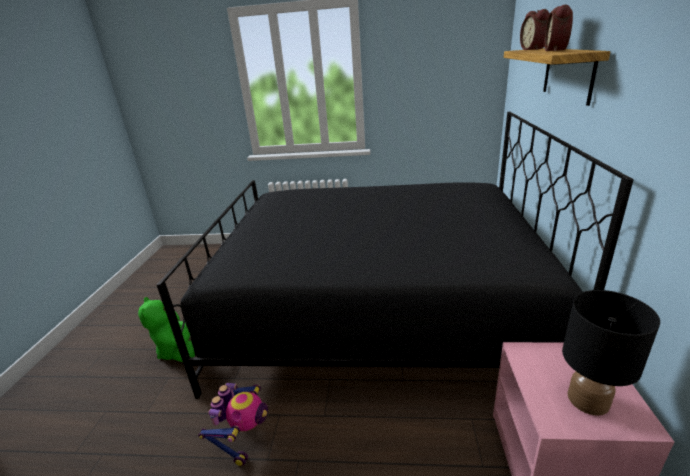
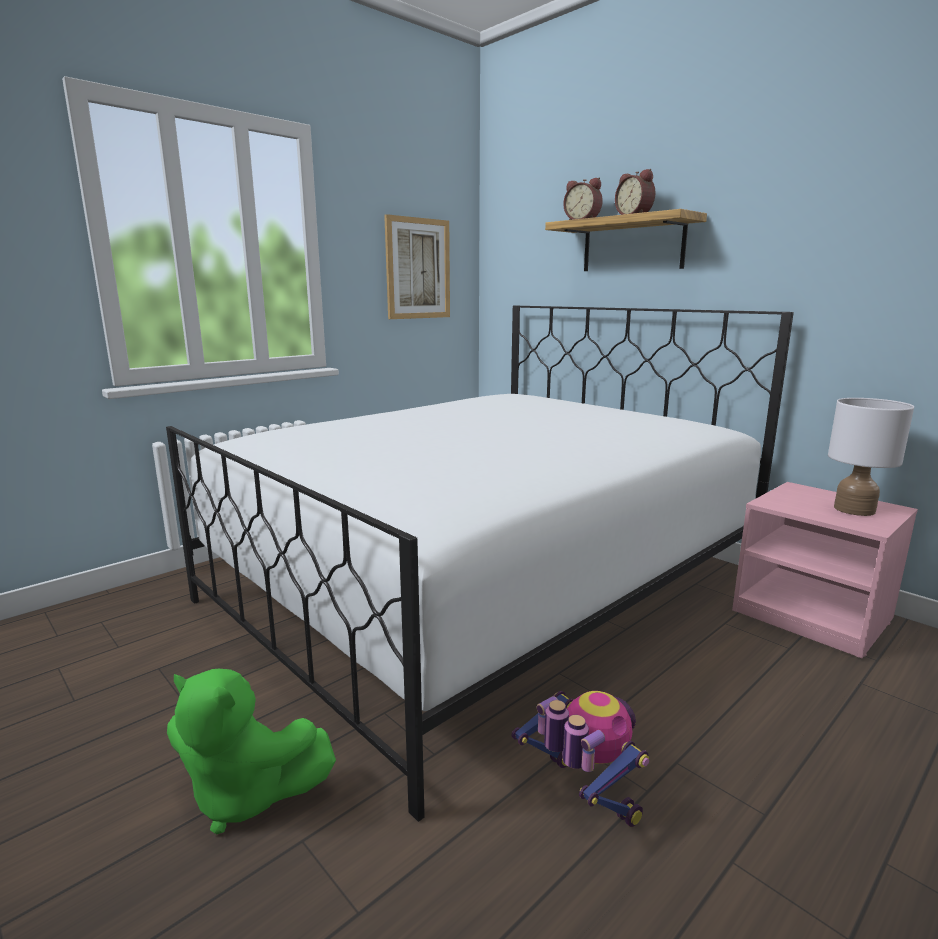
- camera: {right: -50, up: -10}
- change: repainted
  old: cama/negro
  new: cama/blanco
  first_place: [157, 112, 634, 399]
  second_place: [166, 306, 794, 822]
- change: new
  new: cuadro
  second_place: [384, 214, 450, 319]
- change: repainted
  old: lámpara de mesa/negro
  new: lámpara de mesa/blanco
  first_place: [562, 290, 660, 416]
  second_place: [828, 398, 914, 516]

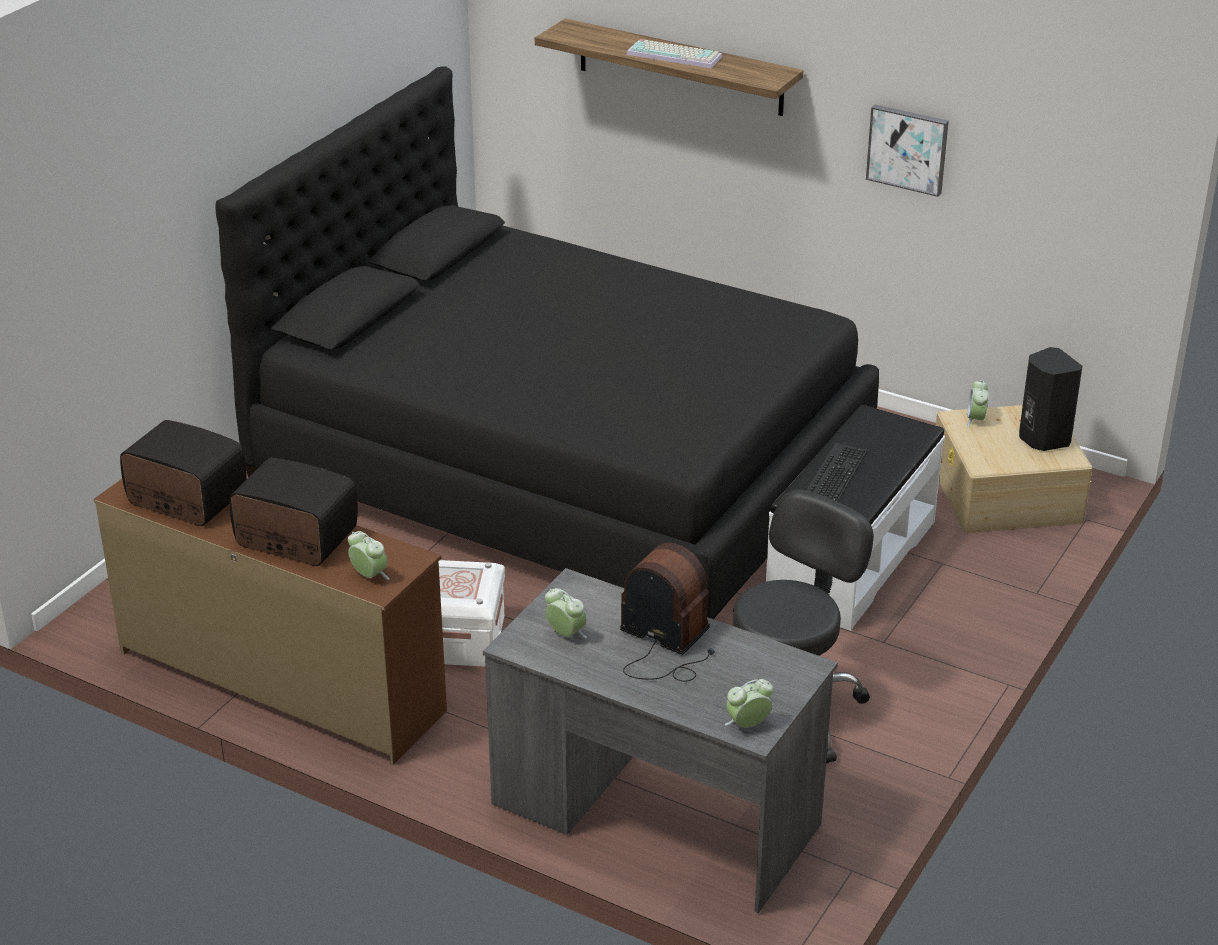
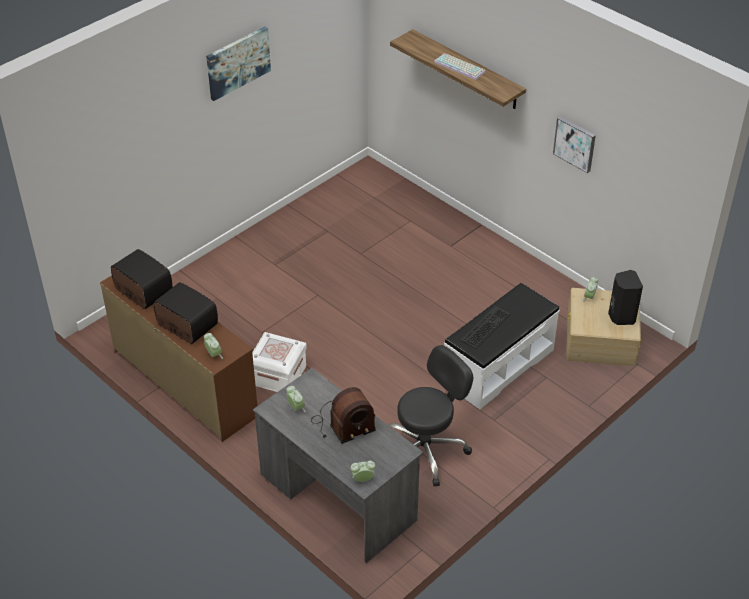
- camera: {right: 15, up: 10}
- change: new
  new: cuadro
  second_place: [206, 26, 271, 101]
- change: rotated
  old: radio
  first_place: [620, 543, 715, 682]
  second_place: [311, 387, 376, 444]
  degrees: 105
- change: gone
  old: cama/negro
  first_place: [215, 66, 879, 619]

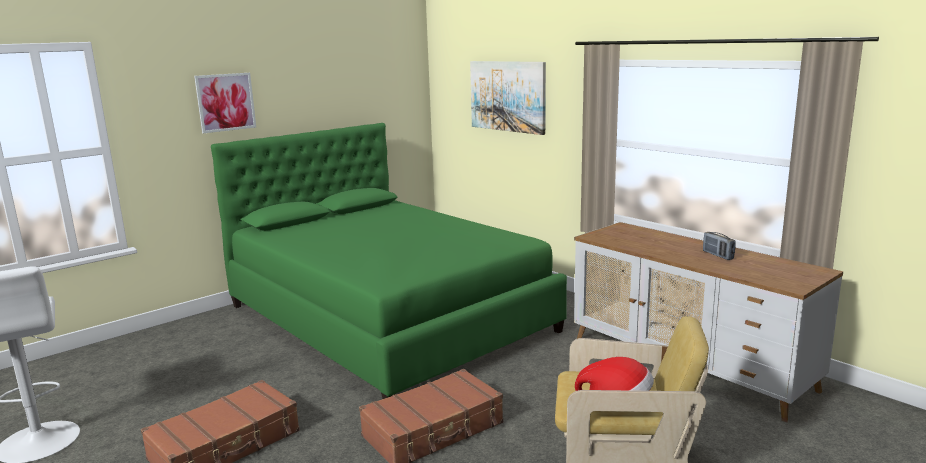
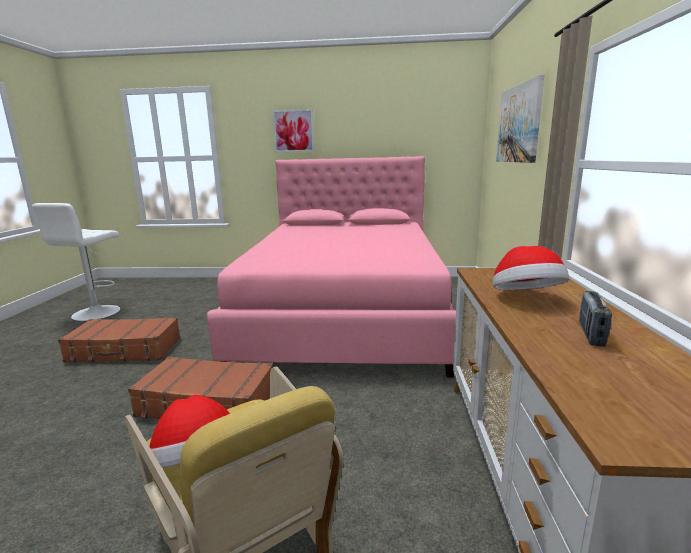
- camera: {right: 45, up: 0}
- change: repainted
  old: cama/verde
  new: cama/rosa
  first_place: [211, 123, 567, 399]
  second_place: [207, 156, 456, 377]
- change: new
  new: sombrero
  second_place: [493, 246, 569, 290]

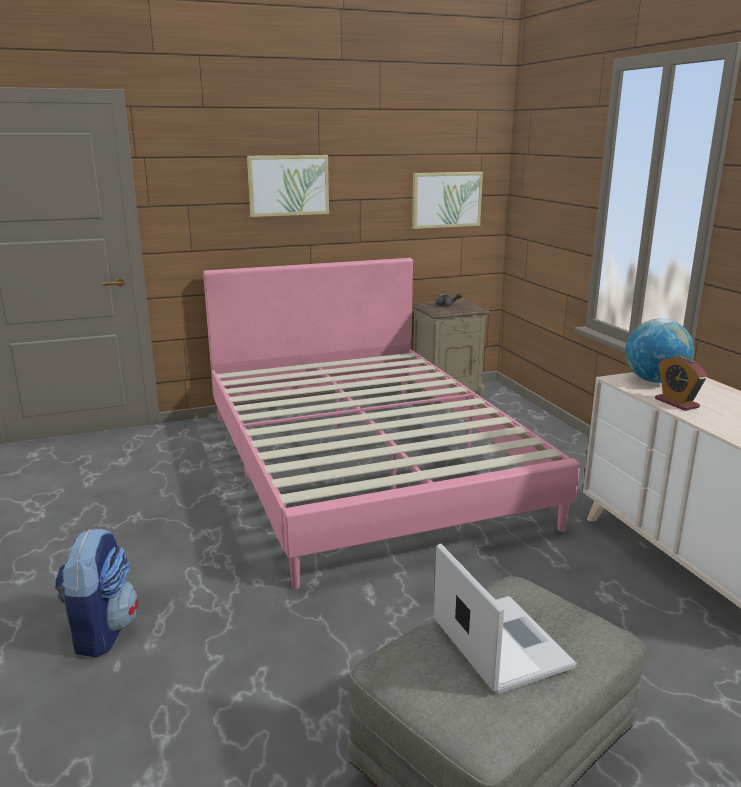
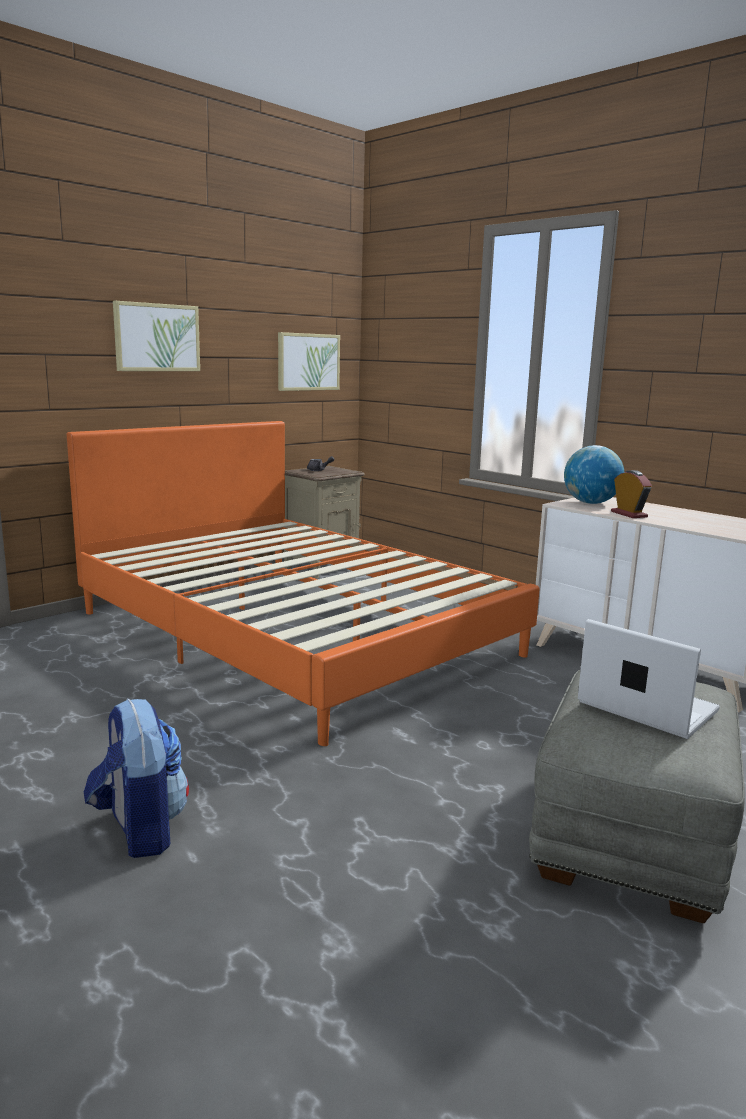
- camera: {right: -25, up: -5}
- change: repainted
  old: cama/rosa
  new: cama/naranja
  first_place: [203, 258, 580, 589]
  second_place: [67, 421, 539, 746]
- change: rotated
  old: despertador
  first_place: [655, 355, 707, 411]
  second_place: [611, 470, 652, 518]
  degrees: -150

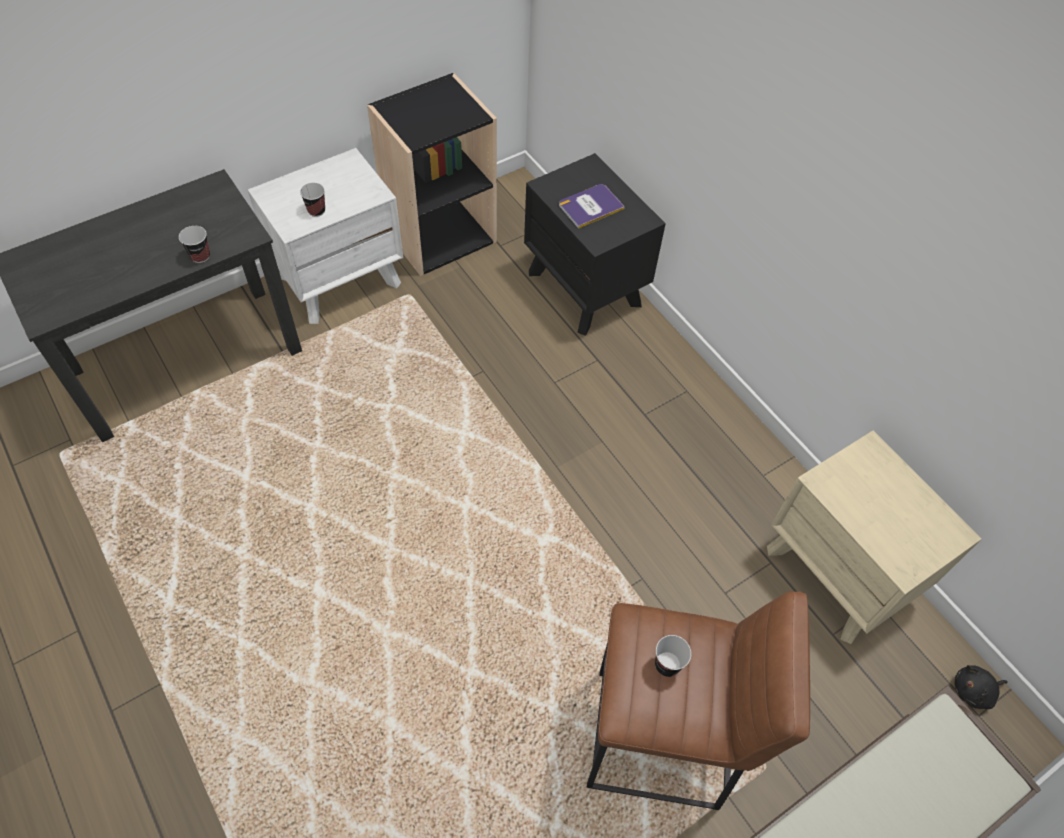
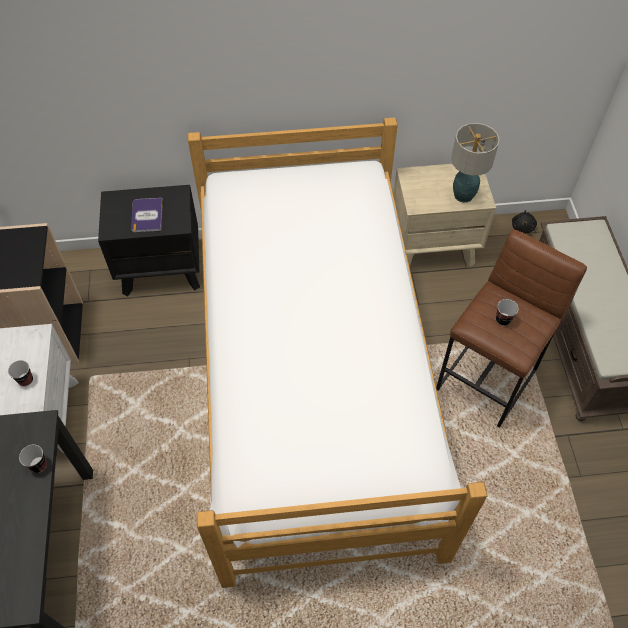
- camera: {right: -60, up: 0}
- change: new
  new: cama
  second_place: [188, 117, 487, 588]
- change: new
  new: lámpara de mesa
  second_place: [451, 123, 500, 203]

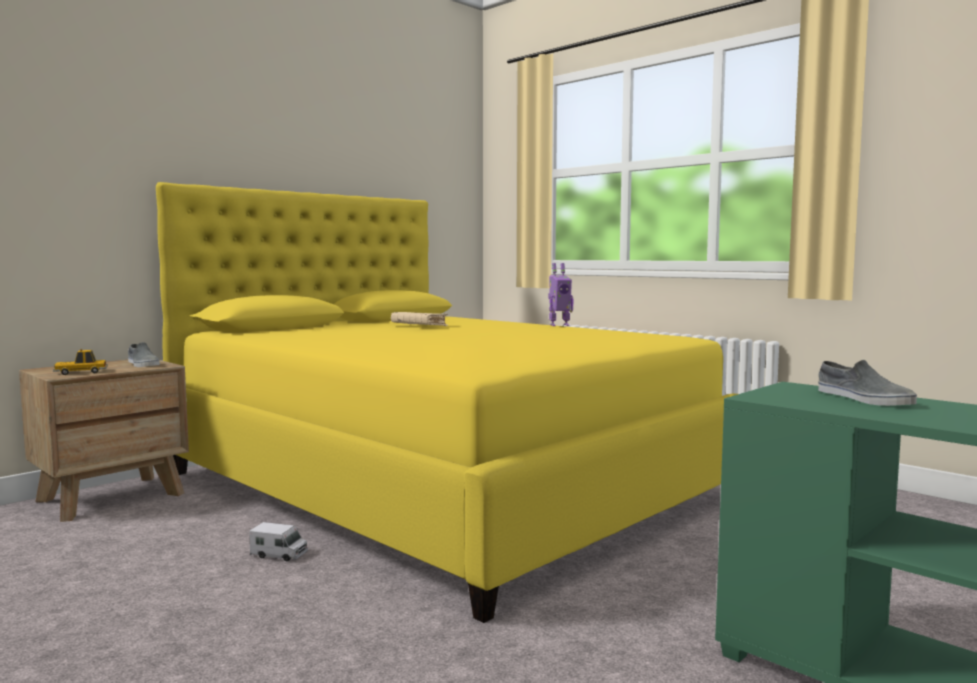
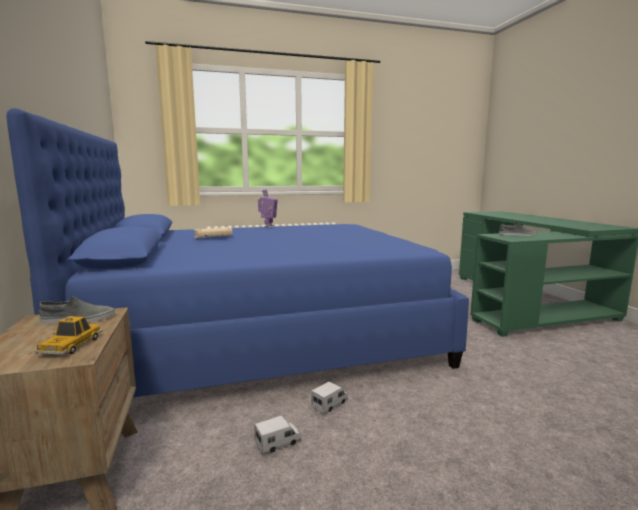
- camera: {right: -60, up: 5}
- change: repainted
  old: cama/amarillo
  new: cama/azul
  first_place: [156, 182, 738, 623]
  second_place: [7, 108, 469, 397]
- change: new
  new: camión de juguete
  second_place: [255, 415, 301, 455]

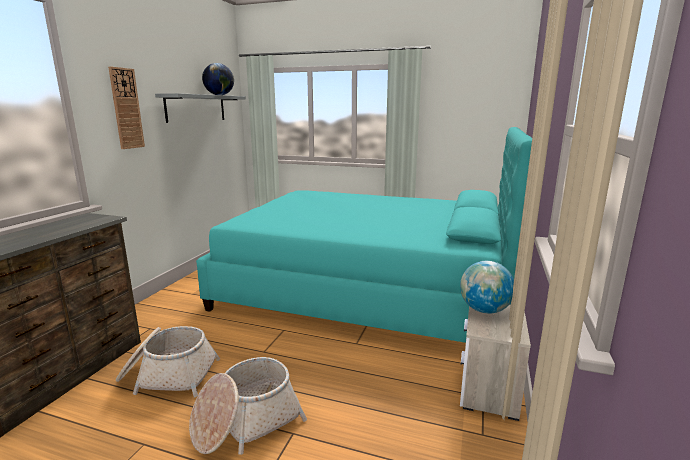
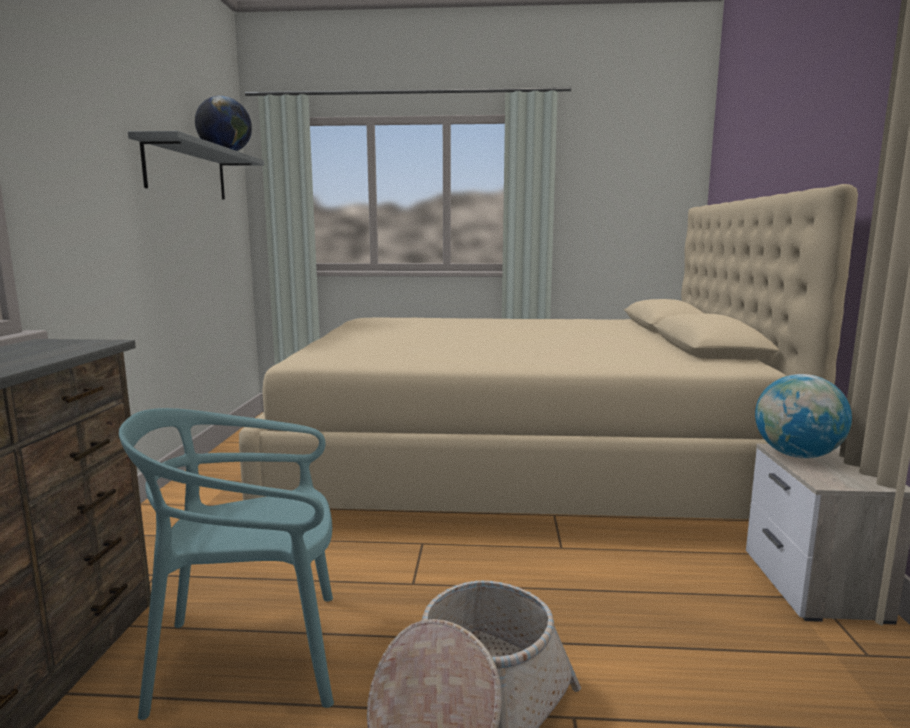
- camera: {right: -15, up: -5}
- change: swapped
  old: cesta
  new: silla/turquesa
  first_place: [116, 326, 220, 397]
  second_place: [119, 408, 334, 720]
- change: repainted
  old: cama/turquesa
  new: cama/beis
  first_place: [196, 127, 532, 343]
  second_place: [239, 184, 858, 519]
- change: gone
  old: reloj de pared
  first_place: [108, 66, 145, 149]

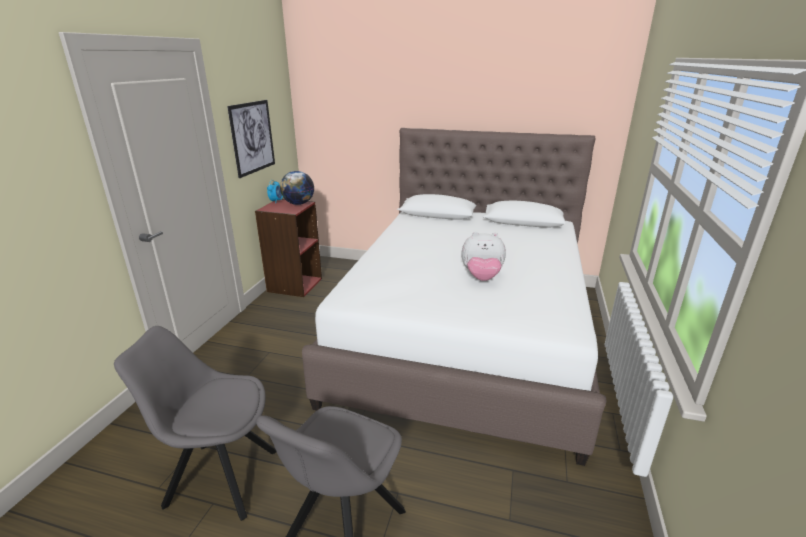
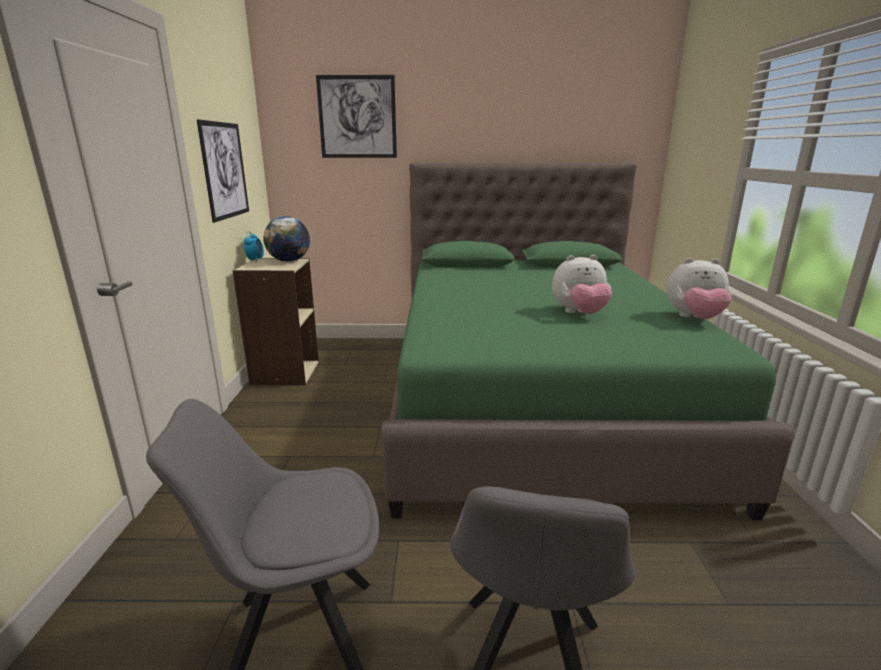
- camera: {right: -15, up: -5}
- change: repainted
  old: estantería/rojo
  new: estantería/beis
  first_place: [255, 199, 322, 297]
  second_place: [233, 258, 319, 385]
- change: new
  new: cuadro
  second_place: [316, 75, 397, 158]
- change: repainted
  old: cama/blanco
  new: cama/verde
  first_place: [302, 128, 606, 466]
  second_place: [382, 162, 795, 520]
- change: new
  new: peluche
  second_place: [667, 258, 732, 319]

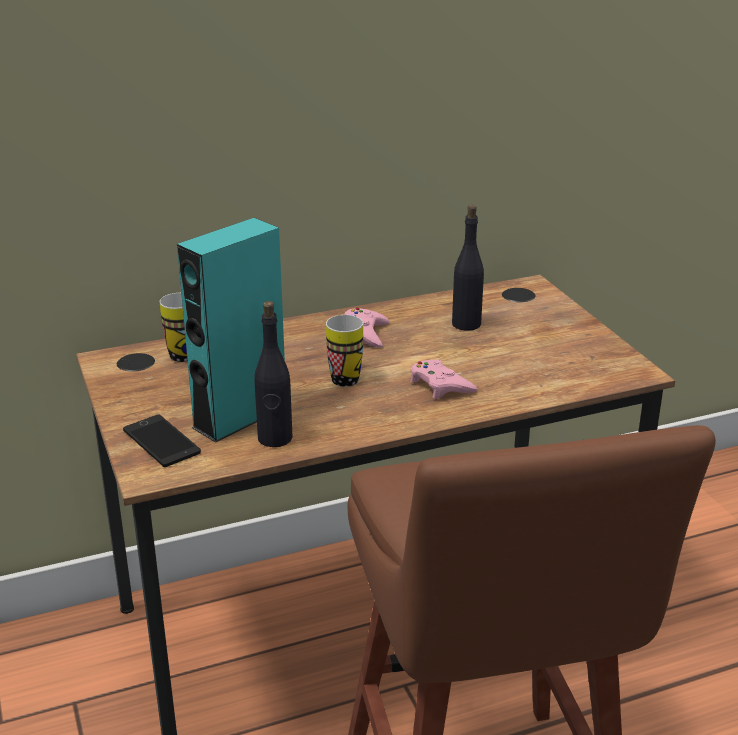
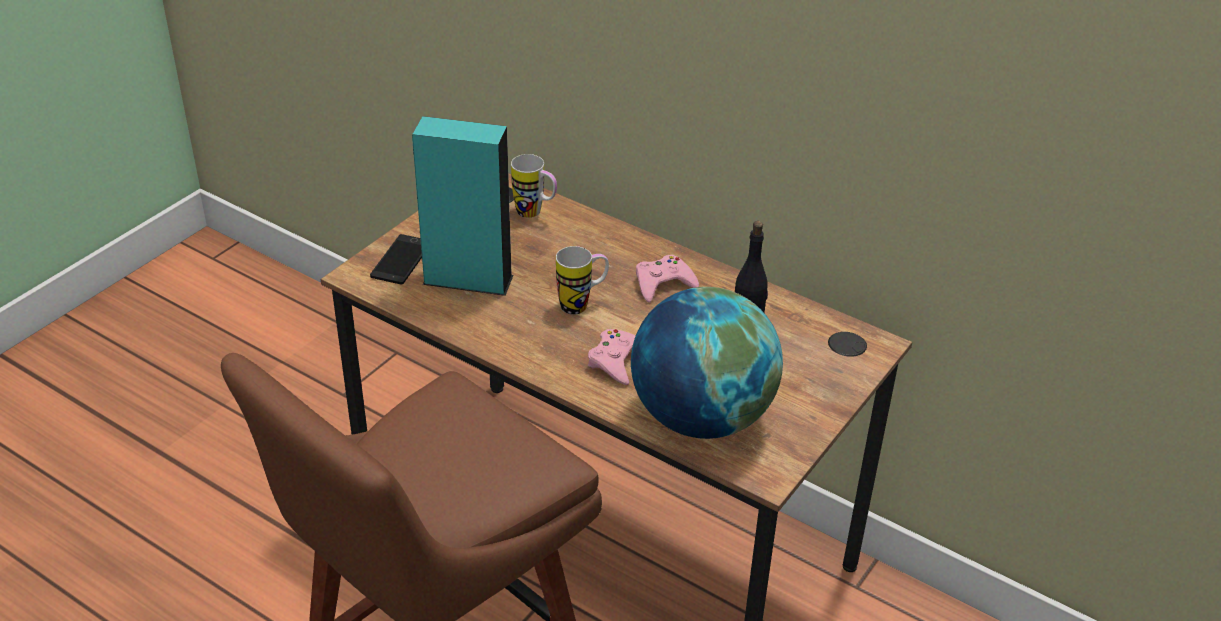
- camera: {right: 55, up: 10}
- change: new
  new: globo terráqueo
  second_place: [631, 287, 783, 439]
- change: gone
  old: botella/negro
  first_place: [254, 301, 293, 447]

